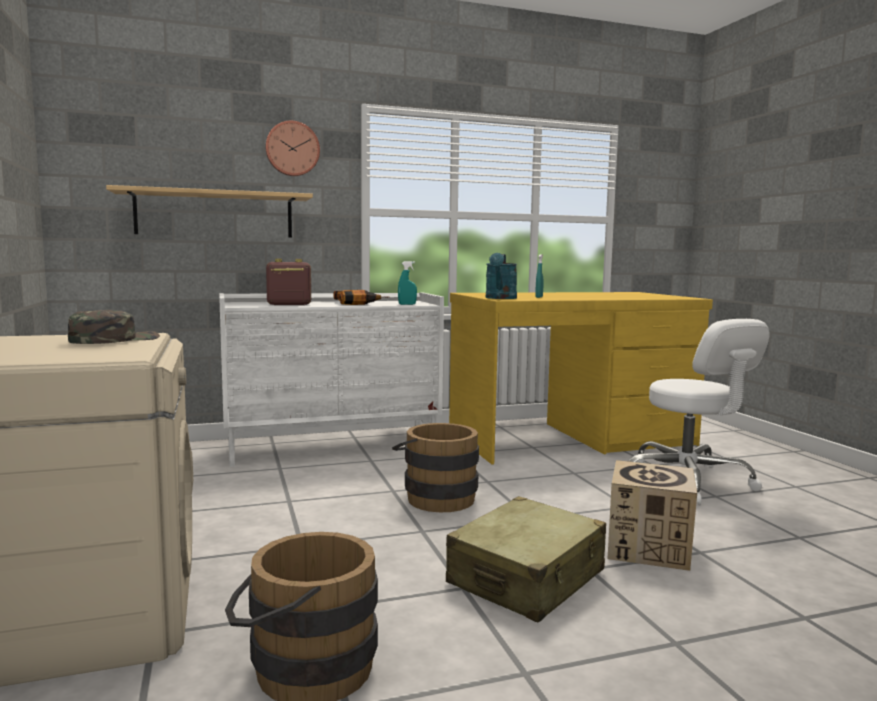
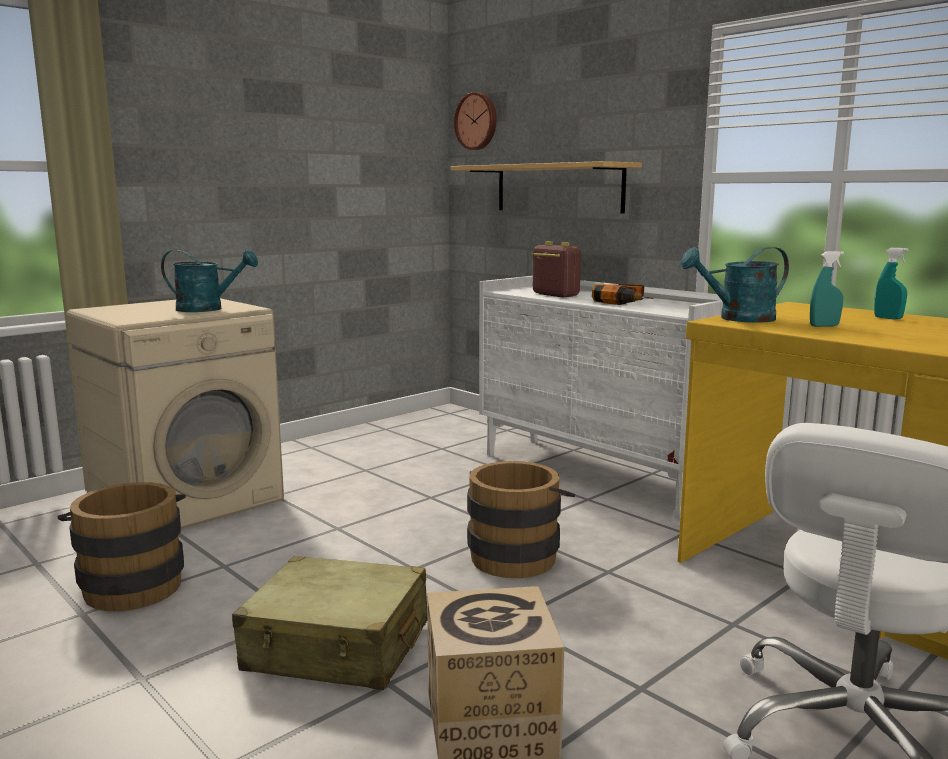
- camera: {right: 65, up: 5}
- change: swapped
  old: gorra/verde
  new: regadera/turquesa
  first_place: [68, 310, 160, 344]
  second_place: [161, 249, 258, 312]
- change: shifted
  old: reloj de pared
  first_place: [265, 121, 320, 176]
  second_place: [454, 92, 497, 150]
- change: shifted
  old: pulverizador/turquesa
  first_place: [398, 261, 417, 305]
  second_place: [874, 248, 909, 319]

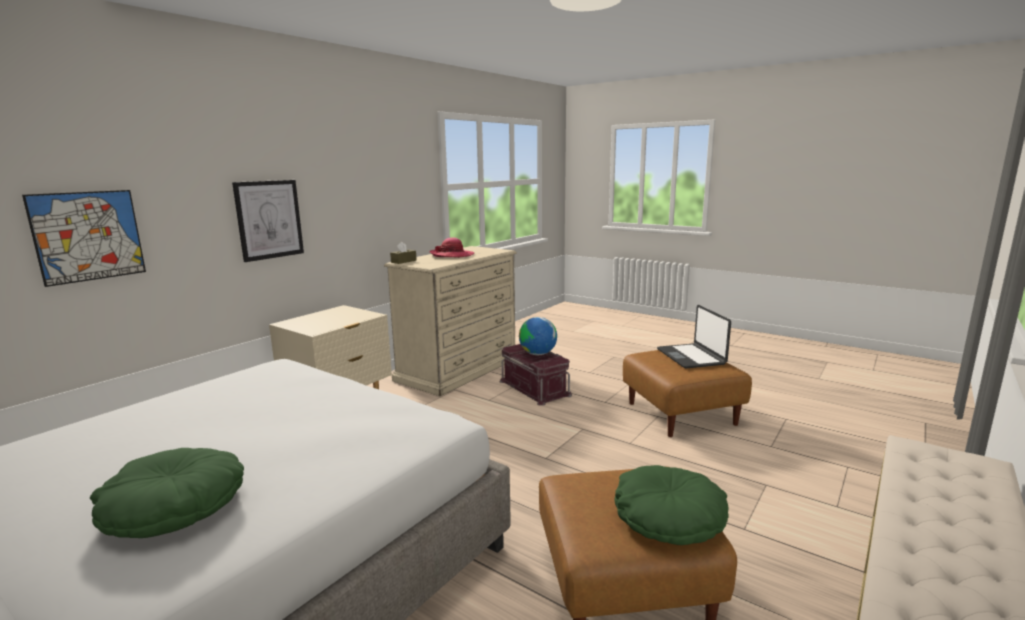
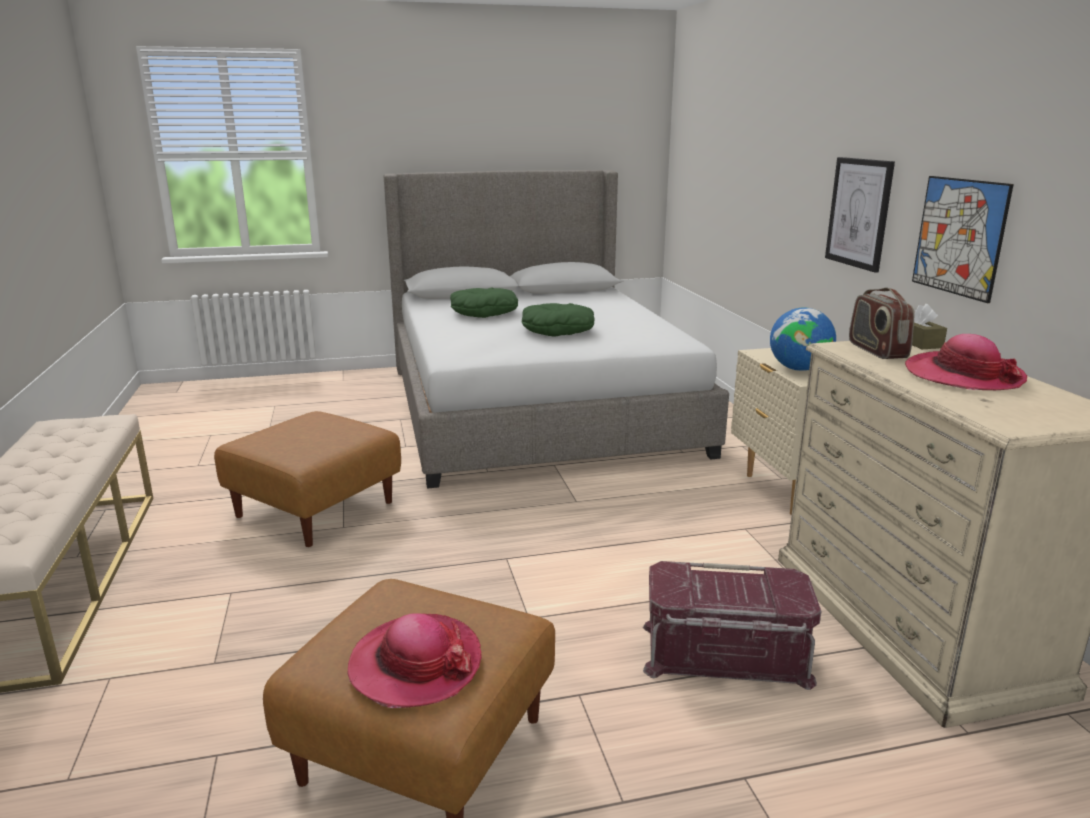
- camera: {right: 130, up: 5}
- change: swapped
  old: portátil
  new: sombrero
  first_place: [657, 305, 731, 368]
  second_place: [347, 613, 482, 708]
- change: shifted
  old: cojín/verde
  first_place: [615, 465, 729, 545]
  second_place: [522, 303, 595, 337]
- change: shifted
  old: globo terráqueo
  first_place: [519, 317, 557, 355]
  second_place: [770, 307, 836, 371]
- change: new
  new: radio
  second_place: [849, 287, 914, 359]
- change: shifted
  old: cuadro
  first_place: [22, 190, 146, 287]
  second_place: [912, 176, 1014, 303]

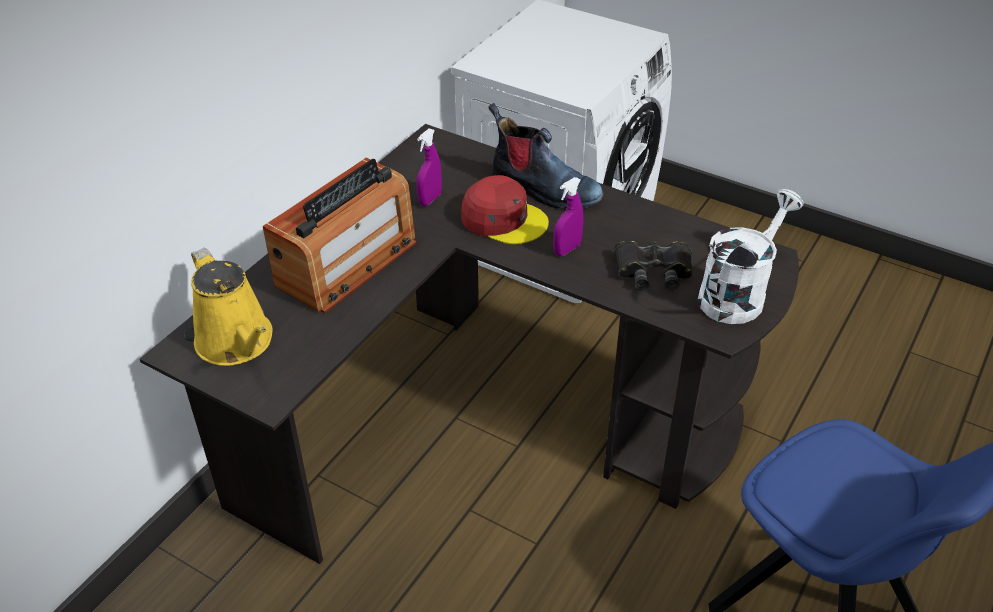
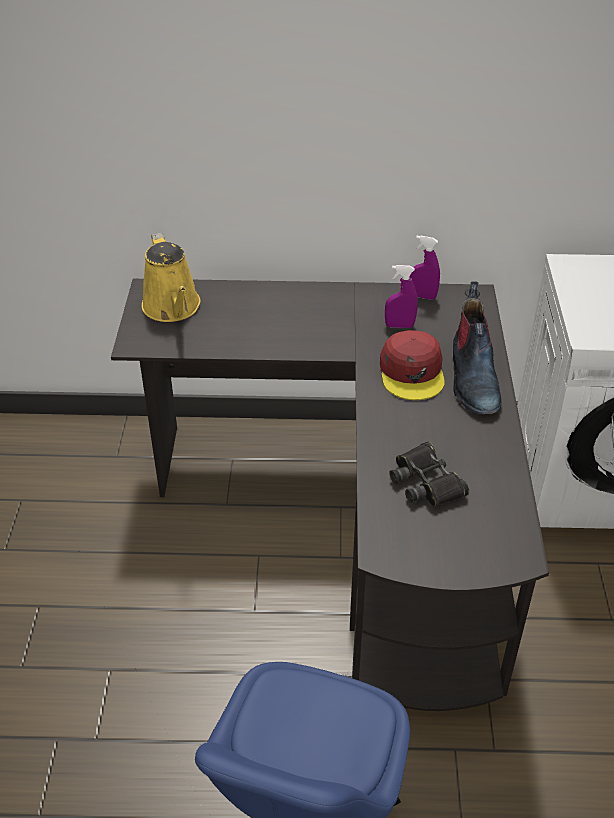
- camera: {right: 60, up: 0}
- change: rotated
  old: regadera/amarillo
  first_place: [191, 248, 272, 366]
  second_place: [142, 233, 201, 322]
  degrees: -45
- change: shifted
  old: pulverizador/morado
  first_place: [553, 177, 584, 256]
  second_place: [410, 236, 440, 300]
- change: gone
  old: radio
  first_place: [263, 157, 416, 313]
- change: gone
  old: regadera/blanco
  first_place: [698, 189, 804, 324]

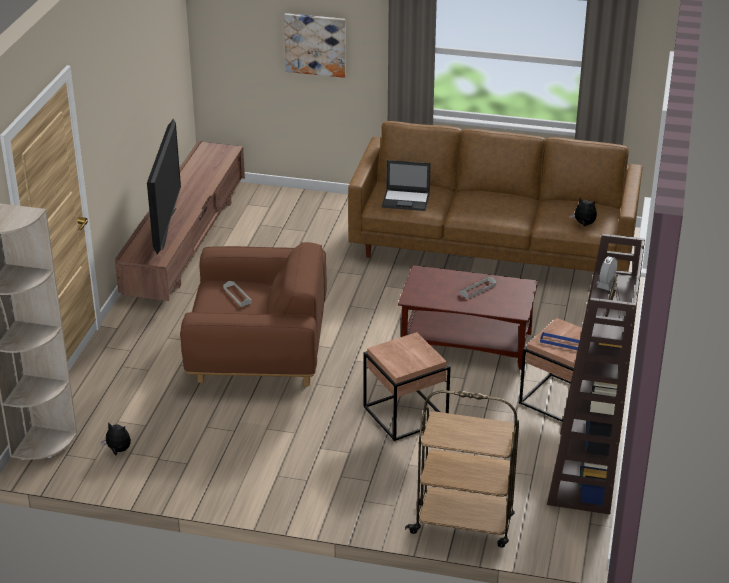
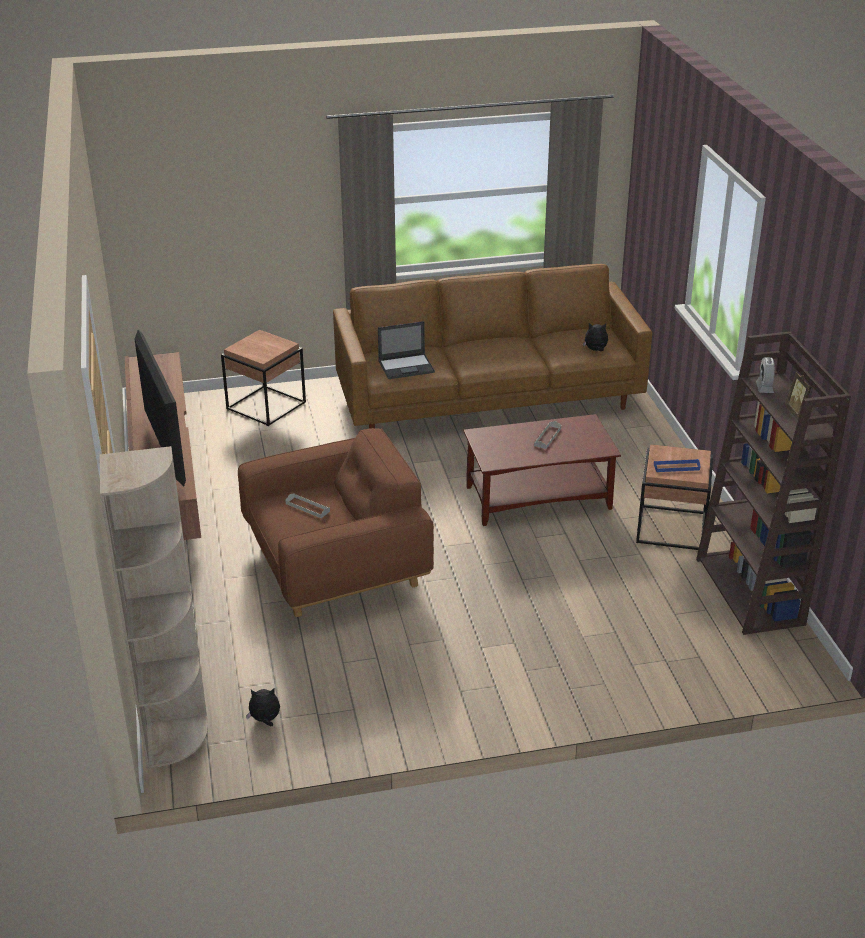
- camera: {right: -25, up: 0}
- change: shifted
  old: mesa auxiliar/marrón
  first_place: [364, 332, 451, 441]
  second_place: [221, 330, 306, 426]
- change: gone
  old: cuadro
  first_place: [284, 13, 346, 78]
- change: gone
  old: carrito/marrón
  first_place: [405, 390, 519, 548]

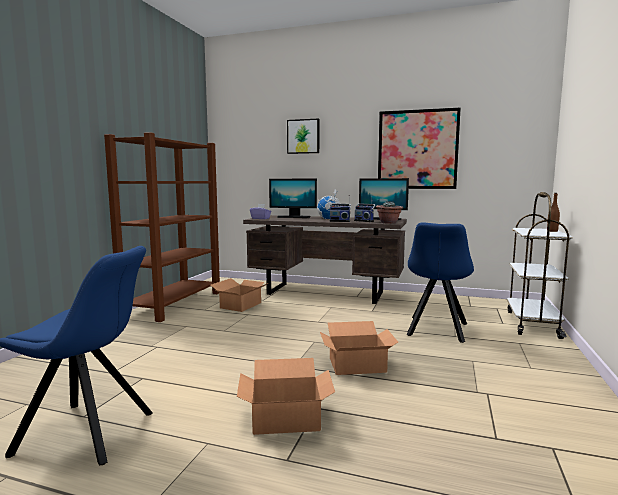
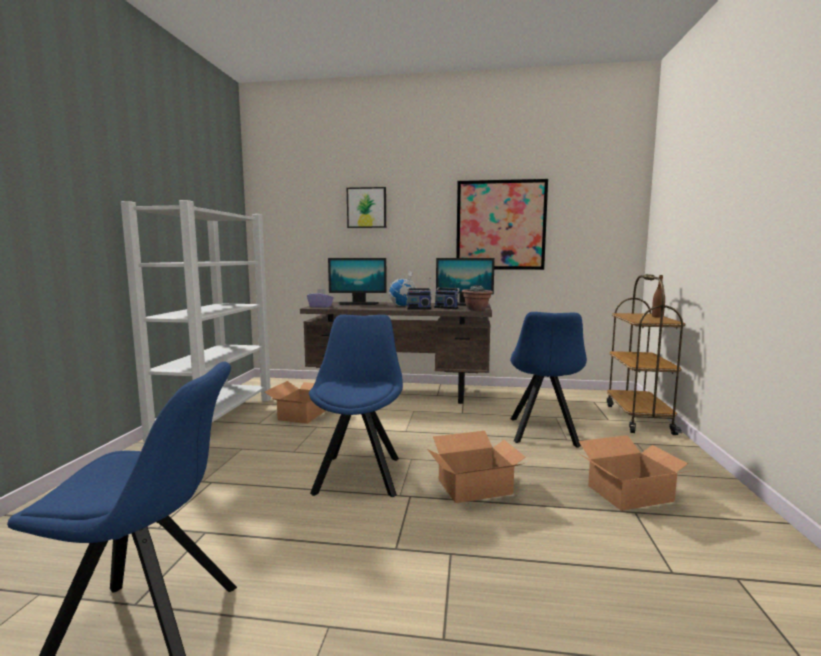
- camera: {right: -10, up: 0}
- change: repainted
  old: estantería/marrón
  new: estantería/blanco
  first_place: [104, 132, 220, 322]
  second_place: [121, 200, 271, 442]
- change: new
  new: silla/azul
  second_place: [309, 315, 403, 497]
- change: shifted
  old: caja de cartón
  first_place: [237, 358, 335, 435]
  second_place: [579, 435, 696, 511]
- change: repainted
  old: carrito/blanco
  new: carrito/marrón
  first_place: [507, 192, 573, 339]
  second_place: [607, 274, 686, 435]

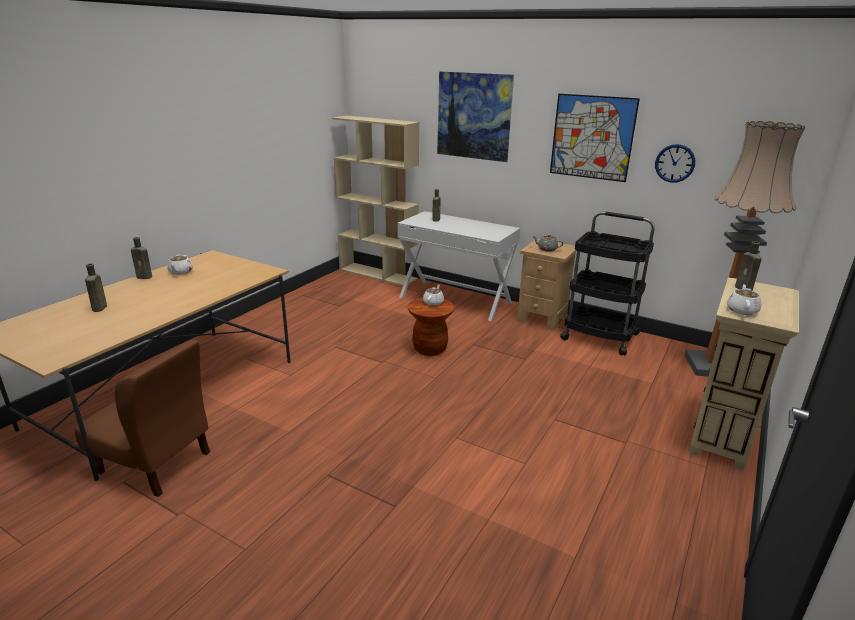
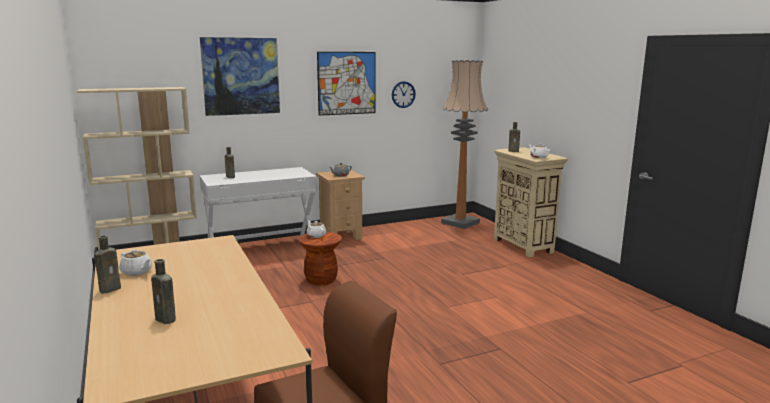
- camera: {right: -55, up: -10}
- change: gone
  old: carrito/negro
  first_place: [560, 212, 655, 355]

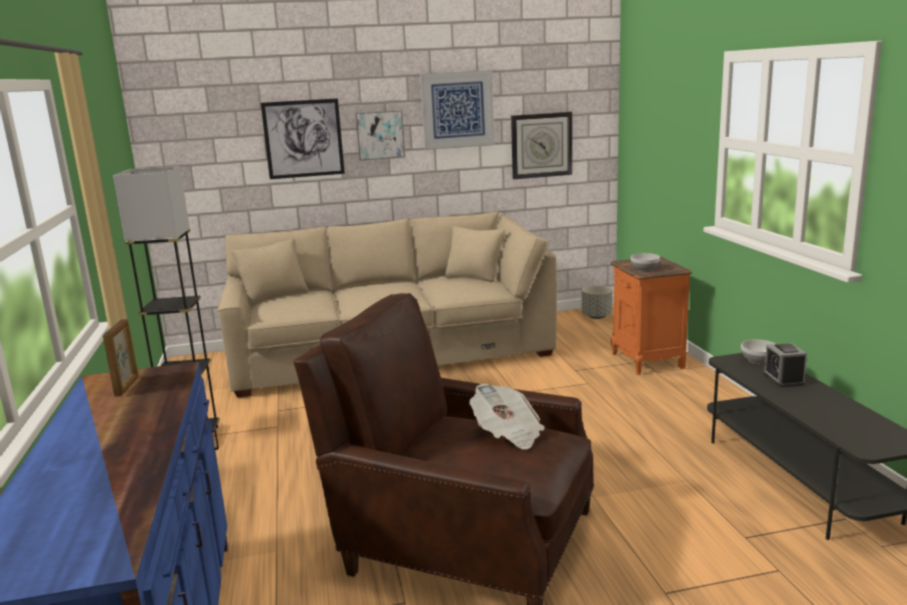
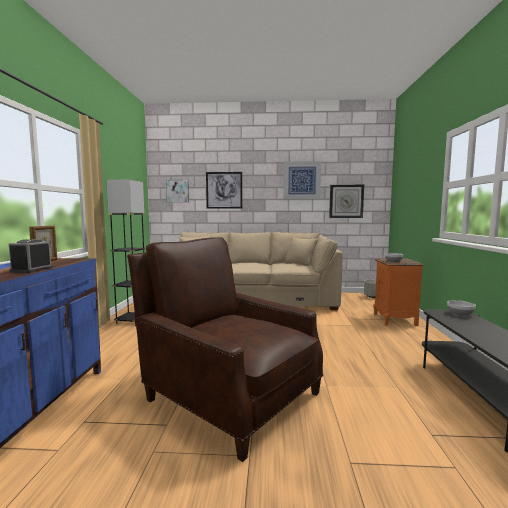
- camera: {right: 15, up: -10}
- change: shifted
  old: despertador
  first_place: [763, 343, 807, 387]
  second_place: [9, 239, 53, 273]
- change: shifted
  old: cuadro
  first_place: [356, 111, 405, 161]
  second_place: [166, 180, 189, 203]
- change: gone
  old: periódico
  first_place: [469, 384, 545, 450]

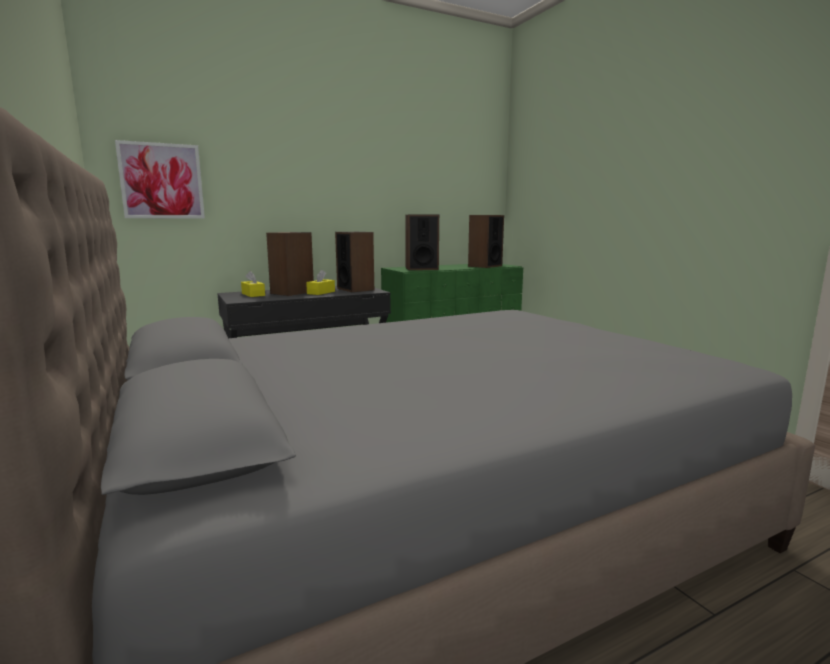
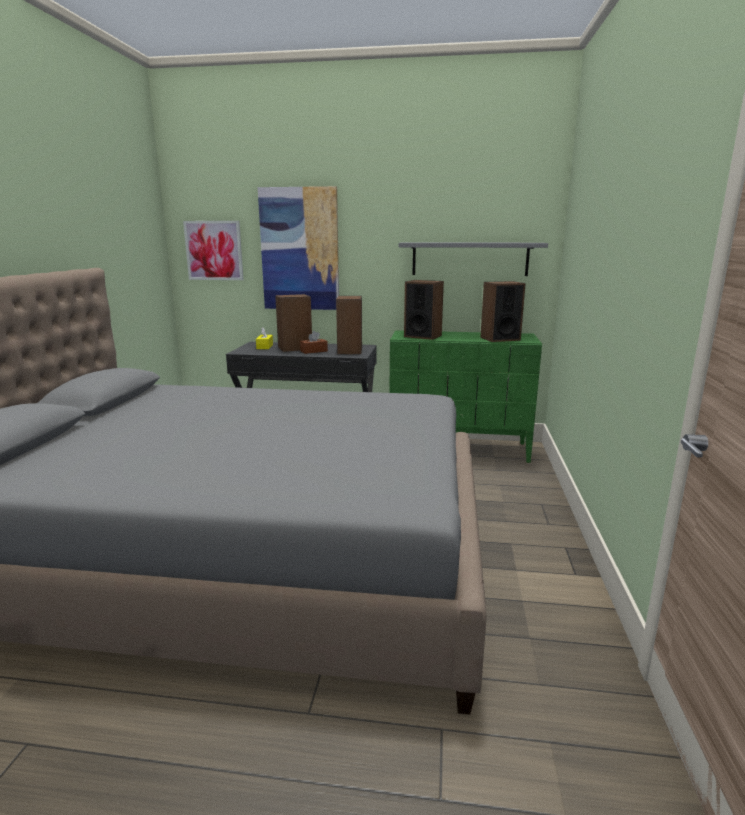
- camera: {right: 35, up: 5}
- change: new
  new: cuadro
  second_place: [258, 186, 339, 310]
- change: repainted
  old: caja de pañuelos/amarillo
  new: caja de pañuelos/marrón
  first_place: [306, 270, 335, 295]
  second_place: [300, 331, 328, 354]
- change: new
  new: estante/gris
  second_place: [399, 242, 548, 276]

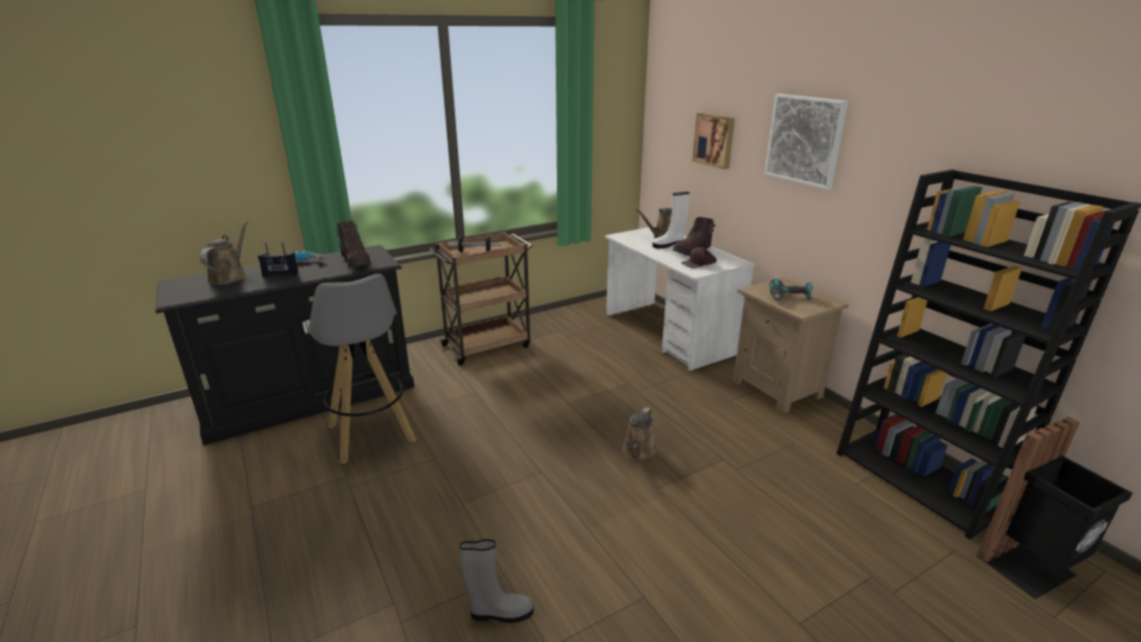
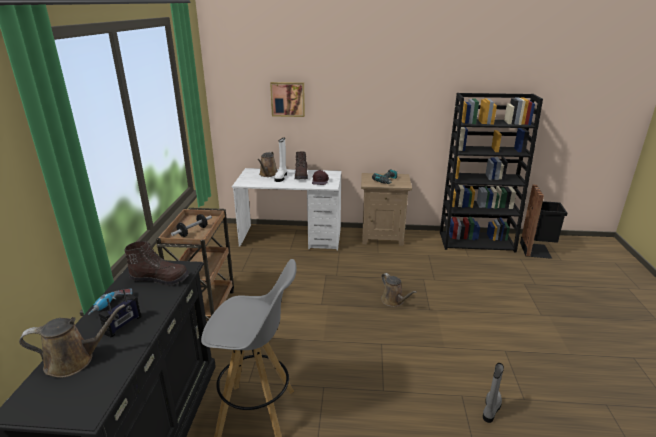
- camera: {right: -55, up: 0}
- change: rotated
  old: regadera/marrón
  first_place: [200, 221, 248, 285]
  second_place: [19, 304, 125, 378]
  degrees: 120
- change: gone
  old: cuadro
  first_place: [764, 94, 848, 190]

